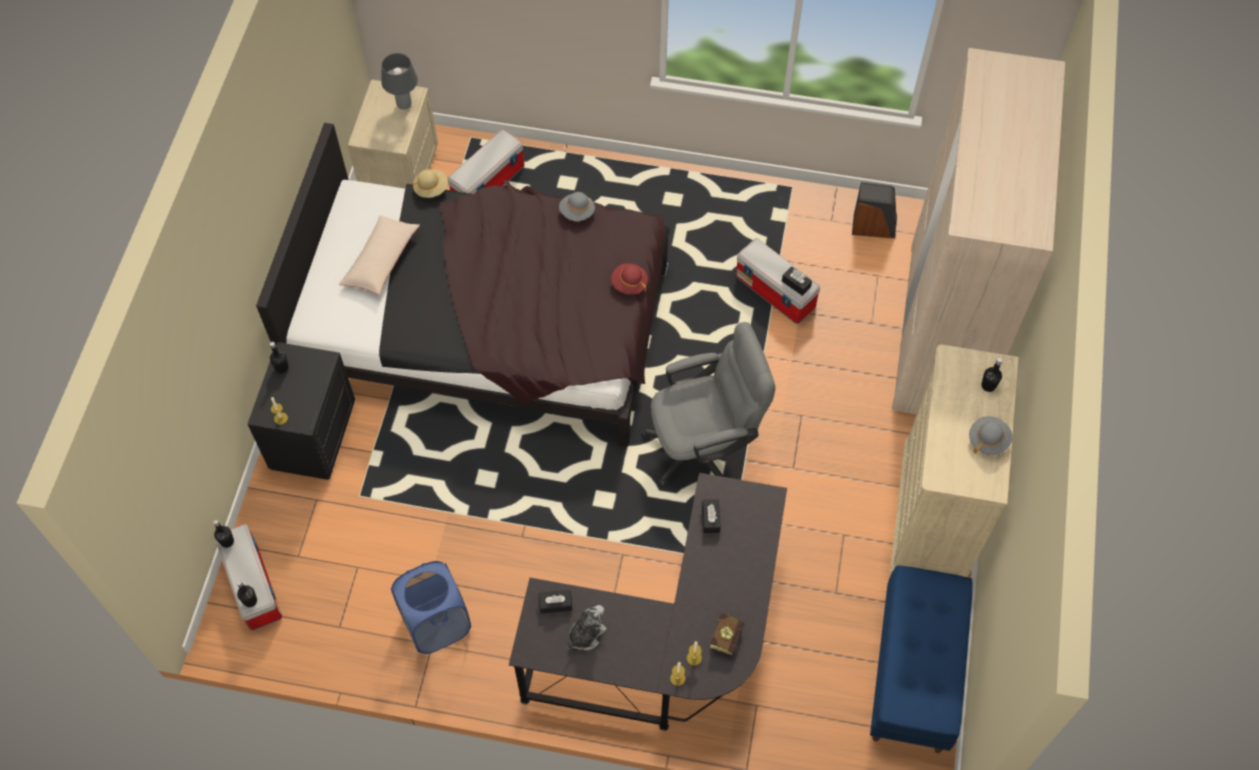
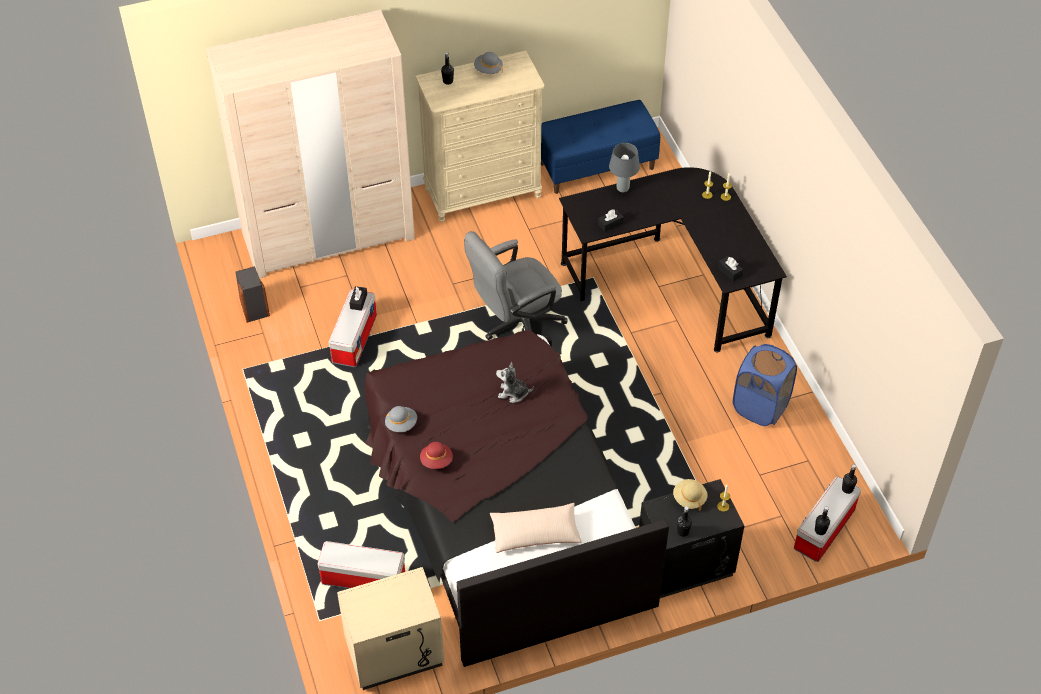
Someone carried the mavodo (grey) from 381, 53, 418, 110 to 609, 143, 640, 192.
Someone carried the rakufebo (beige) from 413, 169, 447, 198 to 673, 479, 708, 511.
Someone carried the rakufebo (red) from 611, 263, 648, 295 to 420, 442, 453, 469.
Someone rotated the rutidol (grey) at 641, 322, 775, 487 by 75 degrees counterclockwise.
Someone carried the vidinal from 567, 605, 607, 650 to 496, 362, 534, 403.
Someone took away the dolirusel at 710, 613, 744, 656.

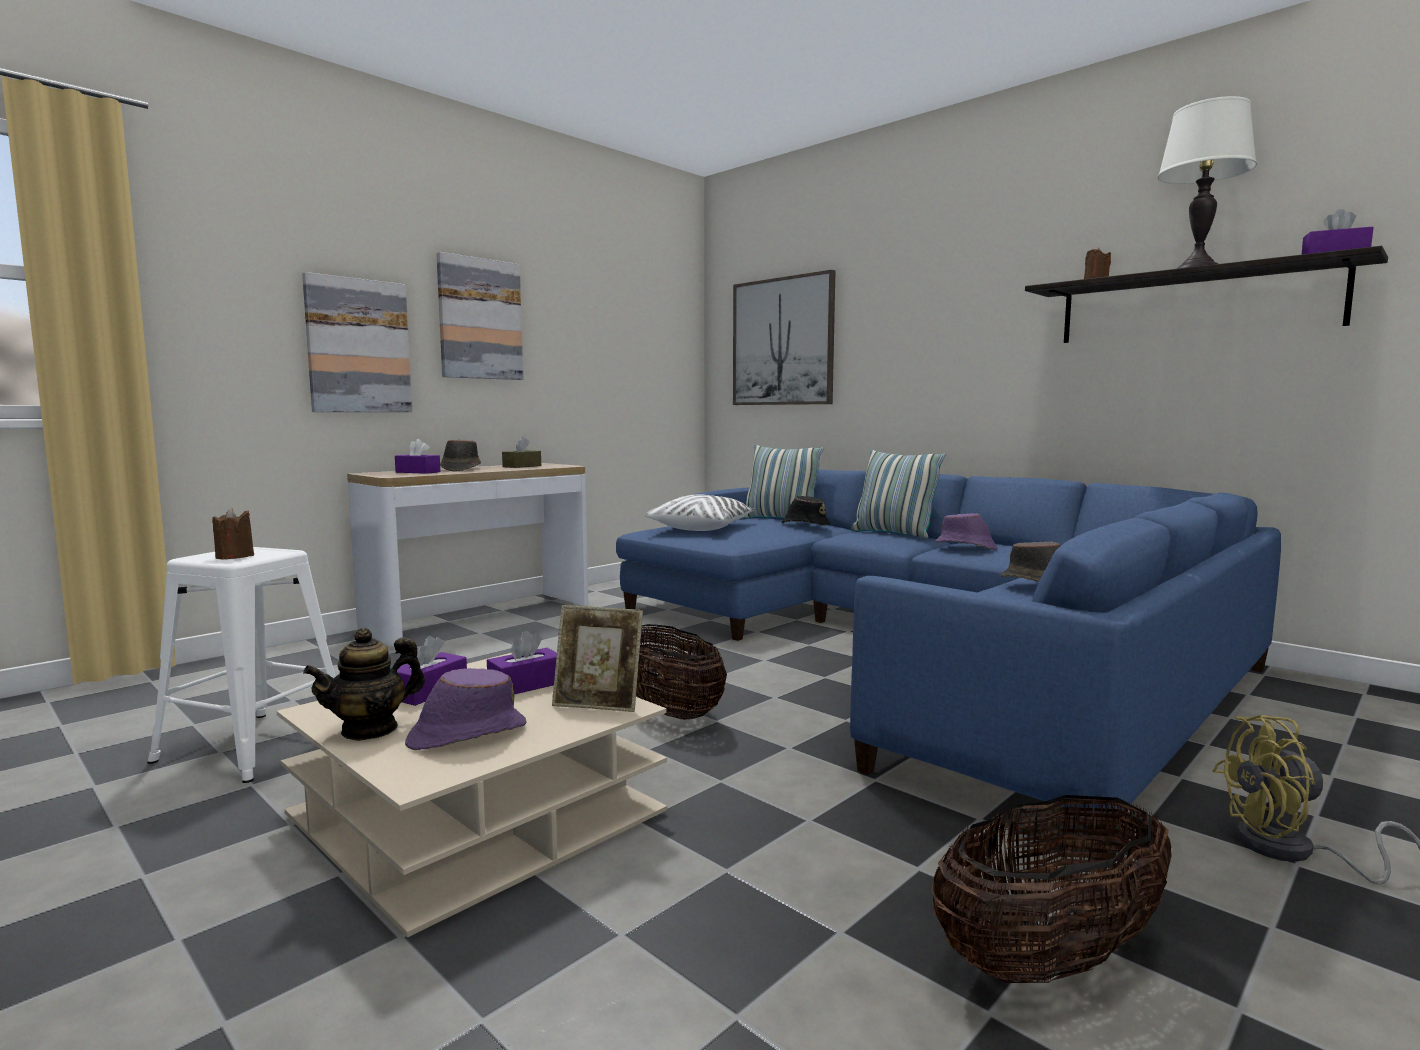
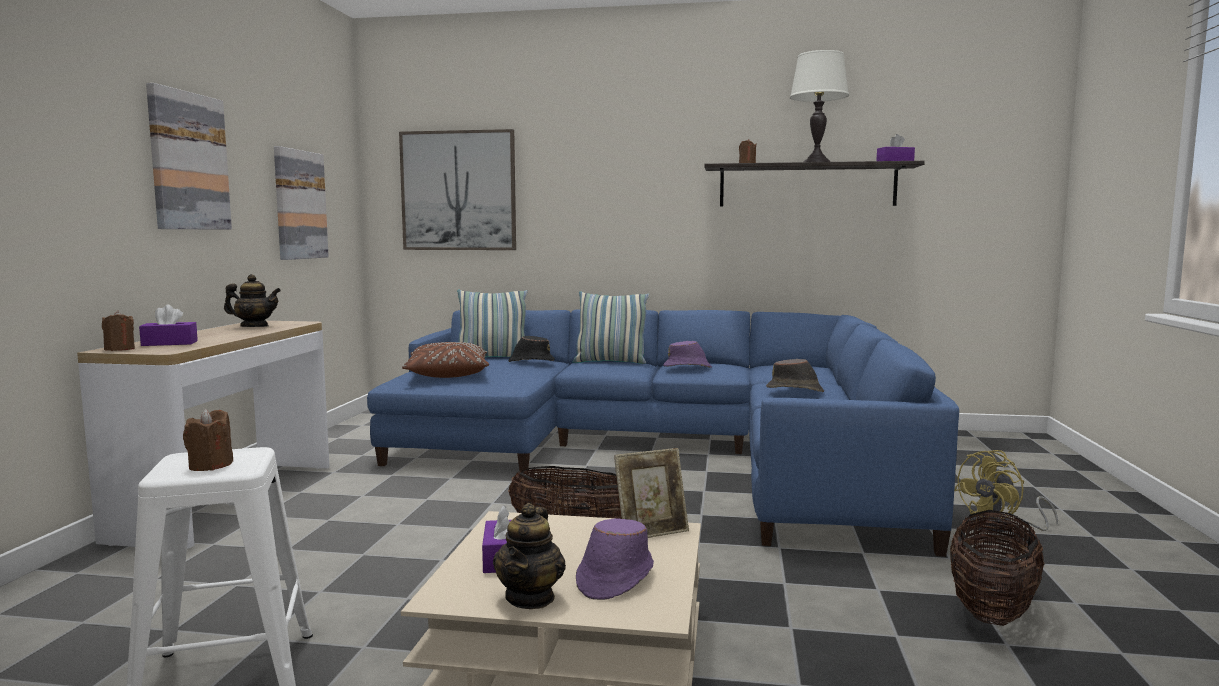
Someone carried the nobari from 302, 272, 412, 412 to 274, 146, 329, 260.
Someone swapped the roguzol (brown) at 502, 436, 541, 468 for the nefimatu at 224, 274, 281, 327.
Someone took away the rakufebo (brown) at 440, 440, 481, 471.
Someone repainted the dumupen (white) at 644, 494, 755, 531, which became the dumupen (brown) at 402, 342, 489, 378.
Someone took away the roguzol (purple) at 487, 631, 557, 694.
Someone put down the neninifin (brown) at 102, 310, 135, 351.

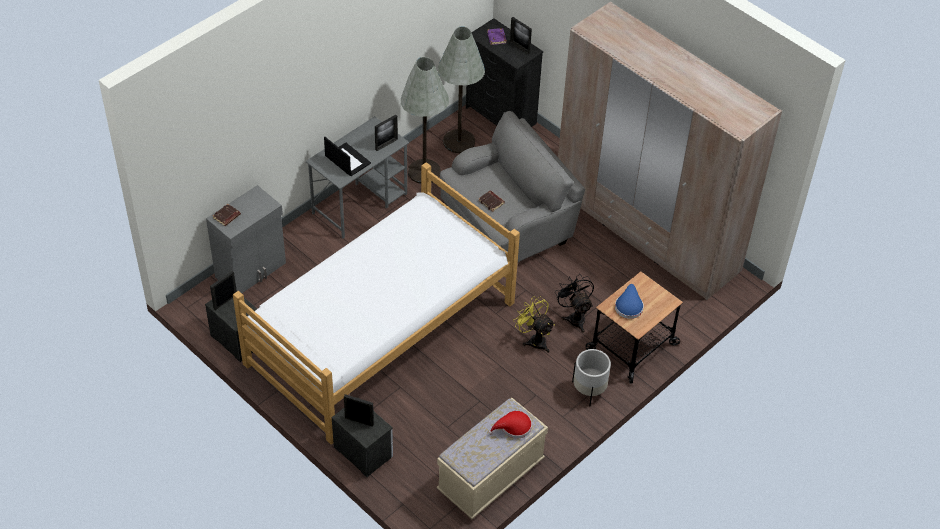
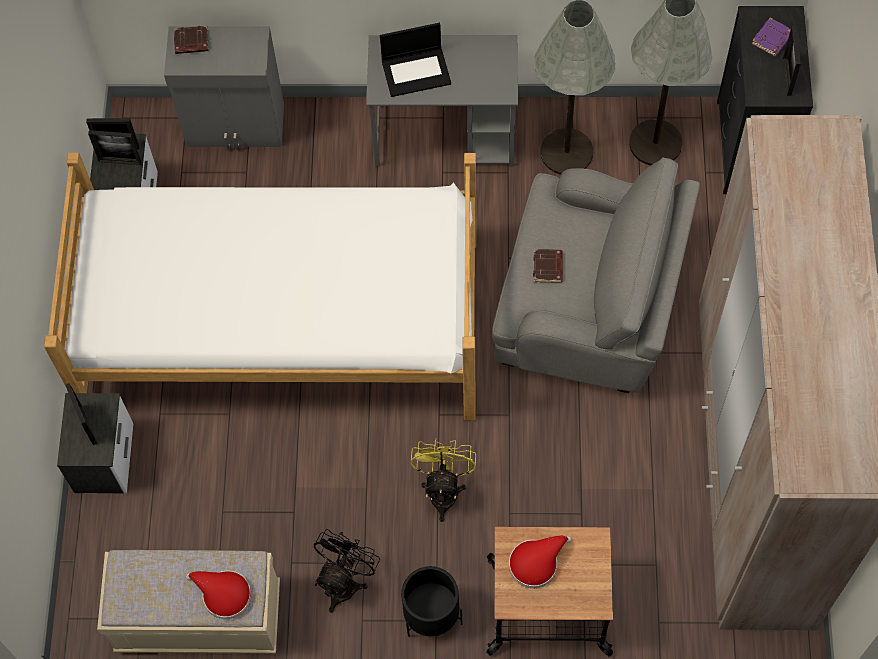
Someone carried the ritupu from 375, 115, 398, 151 to 88, 130, 141, 165.
Someone rotated the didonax at 324, 137, 371, 176 by 75 degrees clockwise.
Someone carried the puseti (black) from 555, 274, 594, 333 to 314, 529, 380, 613.
Someone repainted the rakufebo (blue) at 615, 284, 644, 319, which became the rakufebo (red) at 509, 536, 571, 588.
Someone repainted the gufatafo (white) at 572, 349, 611, 406, which became the gufatafo (black) at 401, 566, 462, 637.

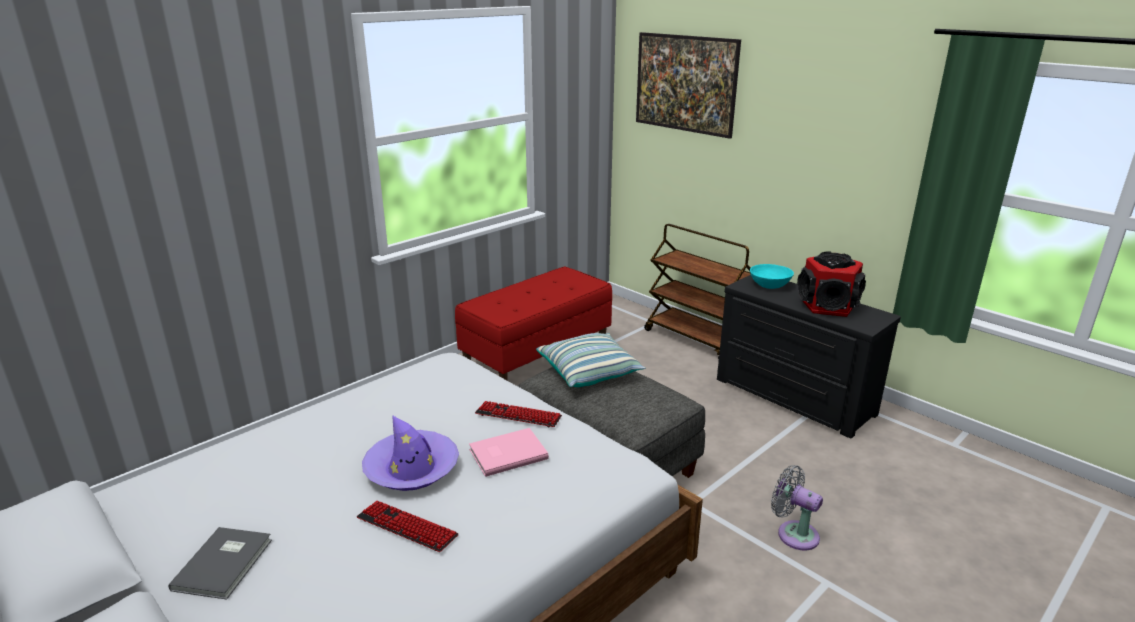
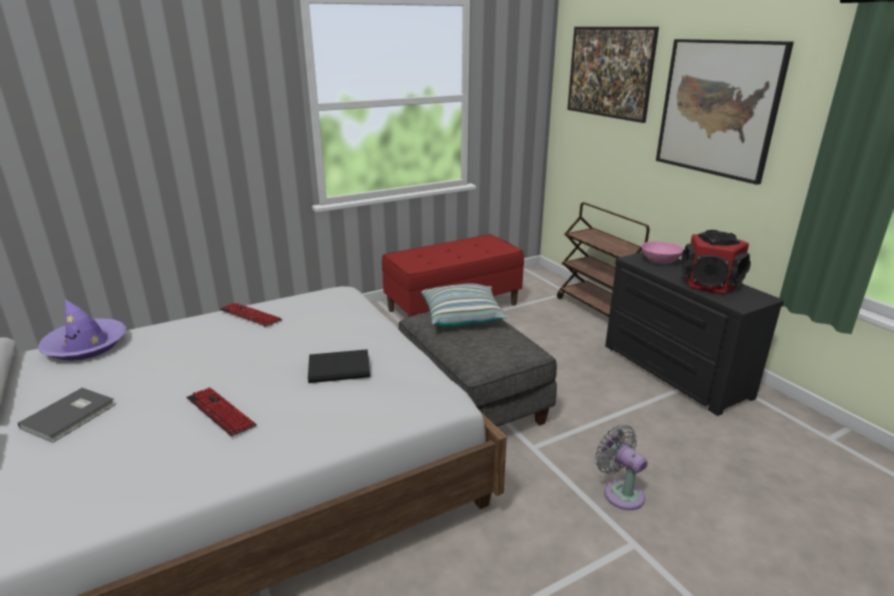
Someone repainted the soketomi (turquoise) at 750, 264, 794, 289, which became the soketomi (pink) at 641, 241, 684, 264.
Someone carried the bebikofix from 475, 401, 562, 428 to 219, 303, 282, 327.
Someone carried the rakufebo (purple) from 362, 415, 459, 491 to 38, 299, 126, 361.
Someone repainted the dolirusel (pink) at 469, 428, 549, 477, which became the dolirusel (black) at 308, 349, 370, 383.
Someone put up the nobari at 656, 39, 794, 185.

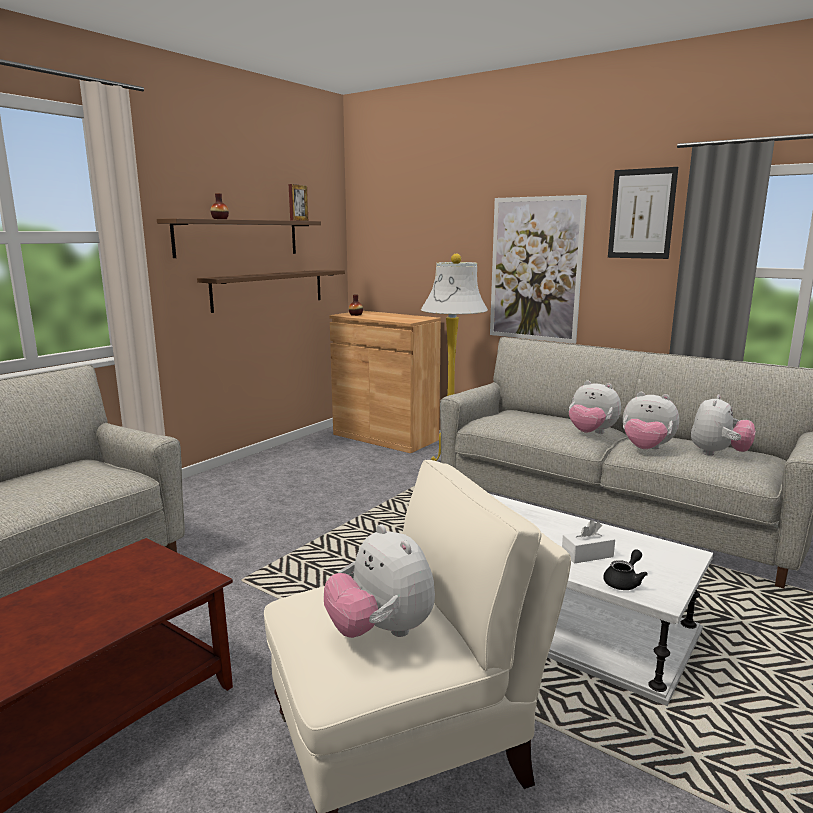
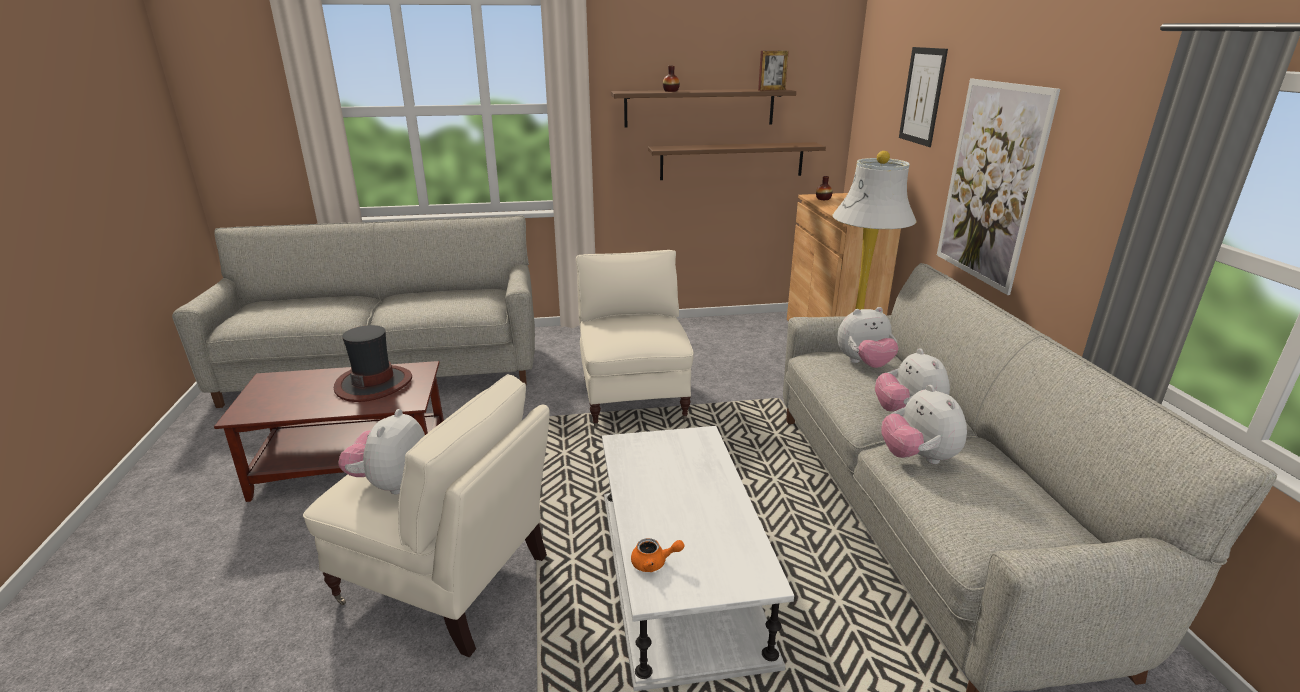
Someone carried the nobari from 608, 167, 678, 259 to 899, 47, 948, 147.
Someone carried the vidinal from 691, 395, 756, 456 to 837, 307, 898, 368.
Someone took away the roguzol (white) at 562, 520, 615, 564.
Someone repainted the nefimatu (black) at 603, 549, 648, 590, which became the nefimatu (orange) at 631, 538, 685, 572.
Someone put down the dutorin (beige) at 576, 250, 694, 428.
Someone put down the rakufebo at 334, 325, 412, 402.

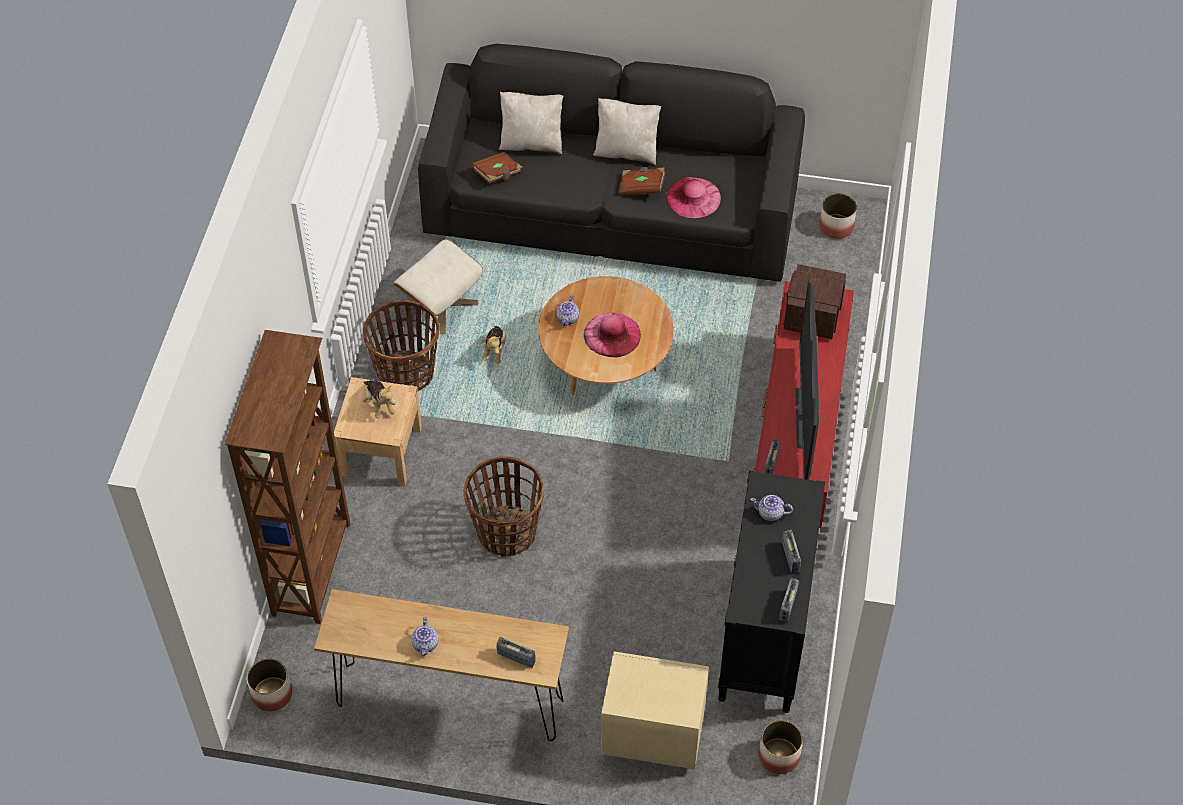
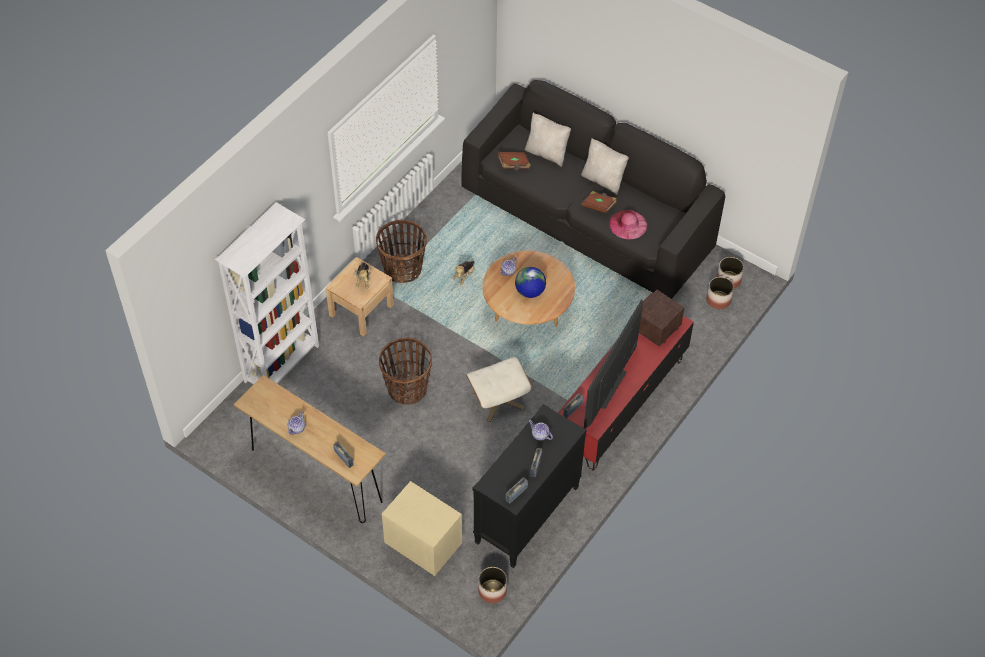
Someone carried the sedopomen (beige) from 394, 239, 483, 334 to 466, 357, 532, 422.
Someone swapped the rakufebo (pink) at 584, 313, 641, 357 for the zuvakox at 515, 267, 546, 298.
Someone repainted the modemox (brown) at 225, 330, 350, 624, which became the modemox (white) at 215, 202, 319, 384.
Someone carried the gufatafo from 247, 658, 292, 711 to 706, 277, 734, 309.

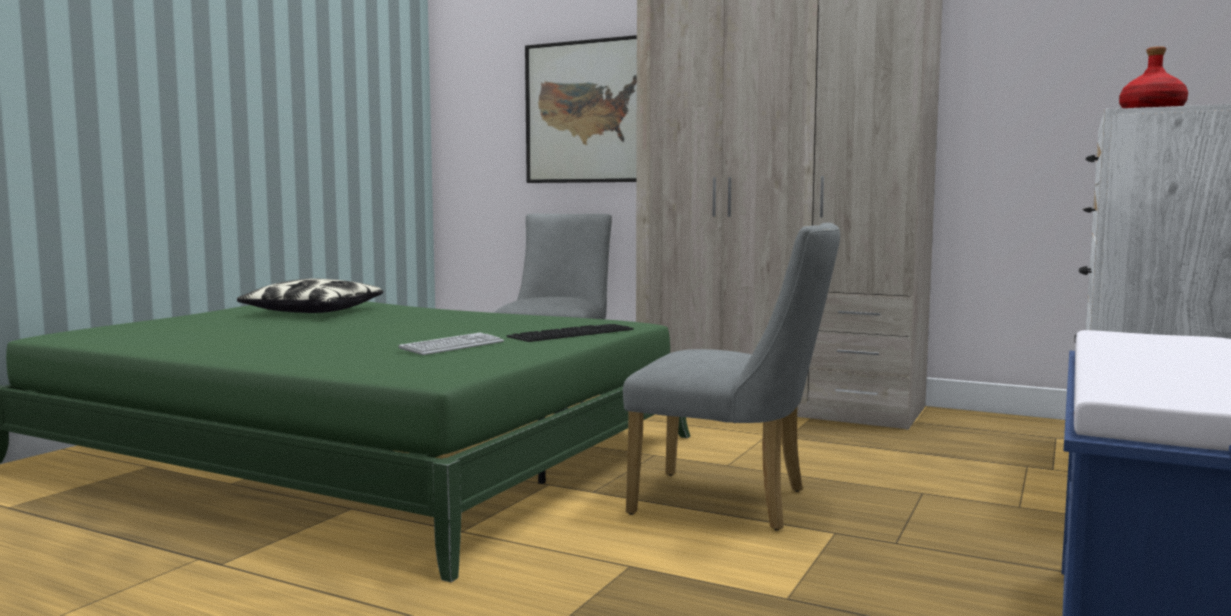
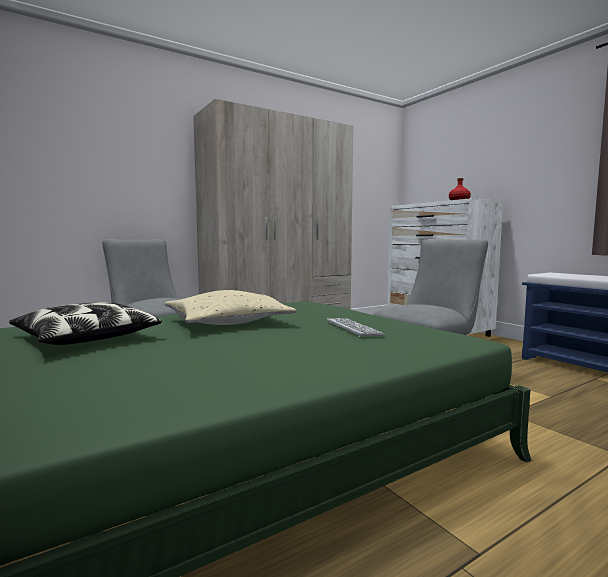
Someone took away the nobari at 525, 35, 637, 183.
Someone took away the bebikofix at 507, 324, 633, 342.
Someone put down the dumupen (beige) at 165, 290, 296, 325.

